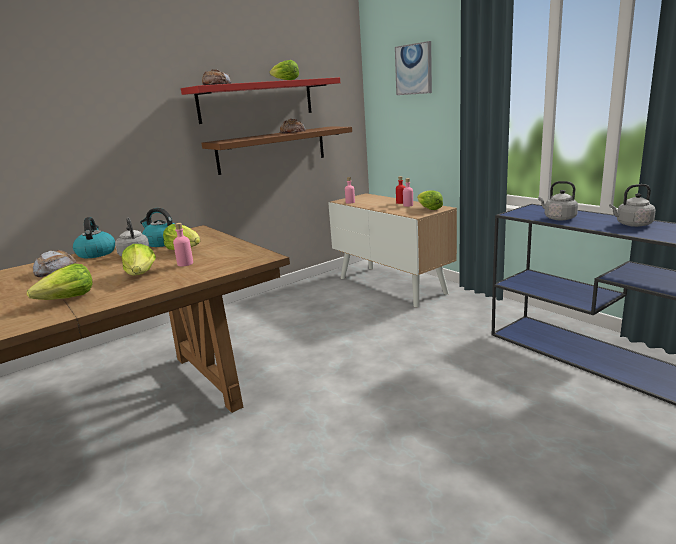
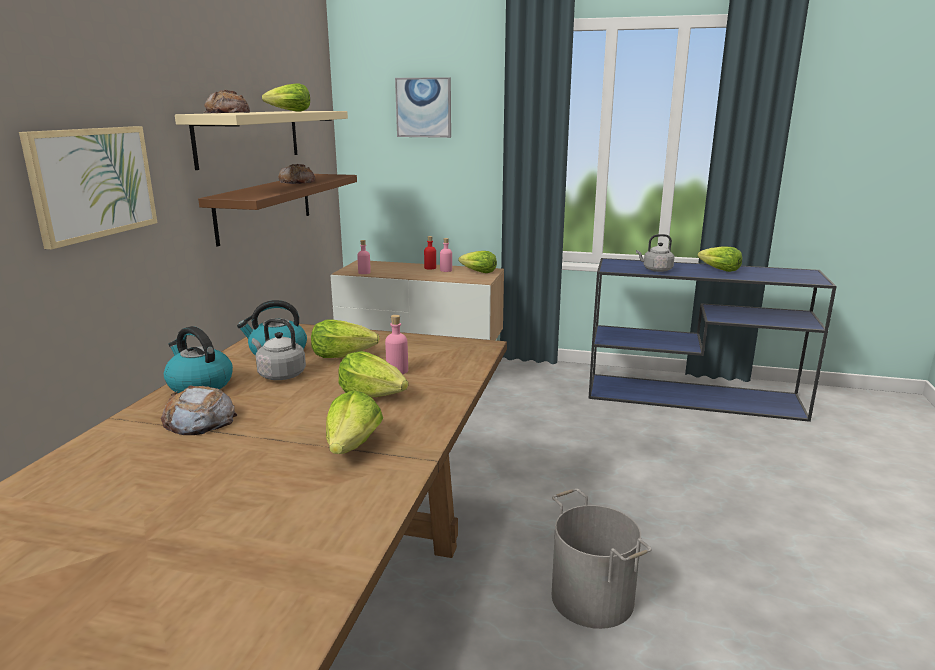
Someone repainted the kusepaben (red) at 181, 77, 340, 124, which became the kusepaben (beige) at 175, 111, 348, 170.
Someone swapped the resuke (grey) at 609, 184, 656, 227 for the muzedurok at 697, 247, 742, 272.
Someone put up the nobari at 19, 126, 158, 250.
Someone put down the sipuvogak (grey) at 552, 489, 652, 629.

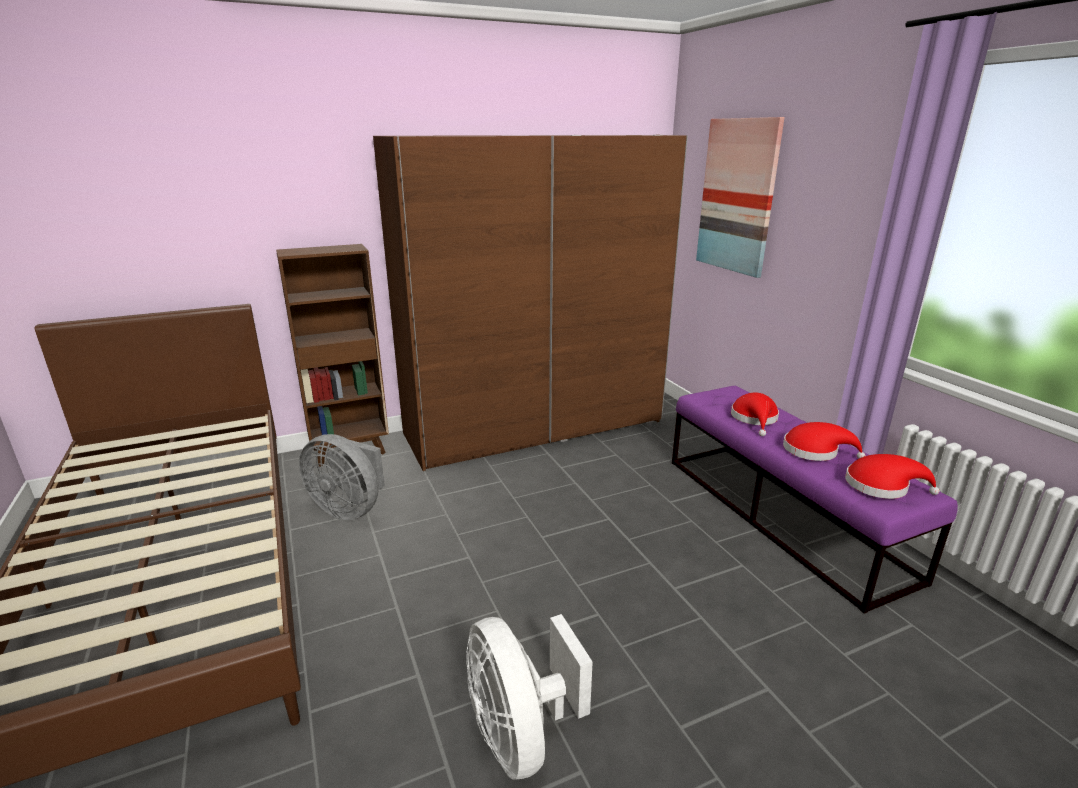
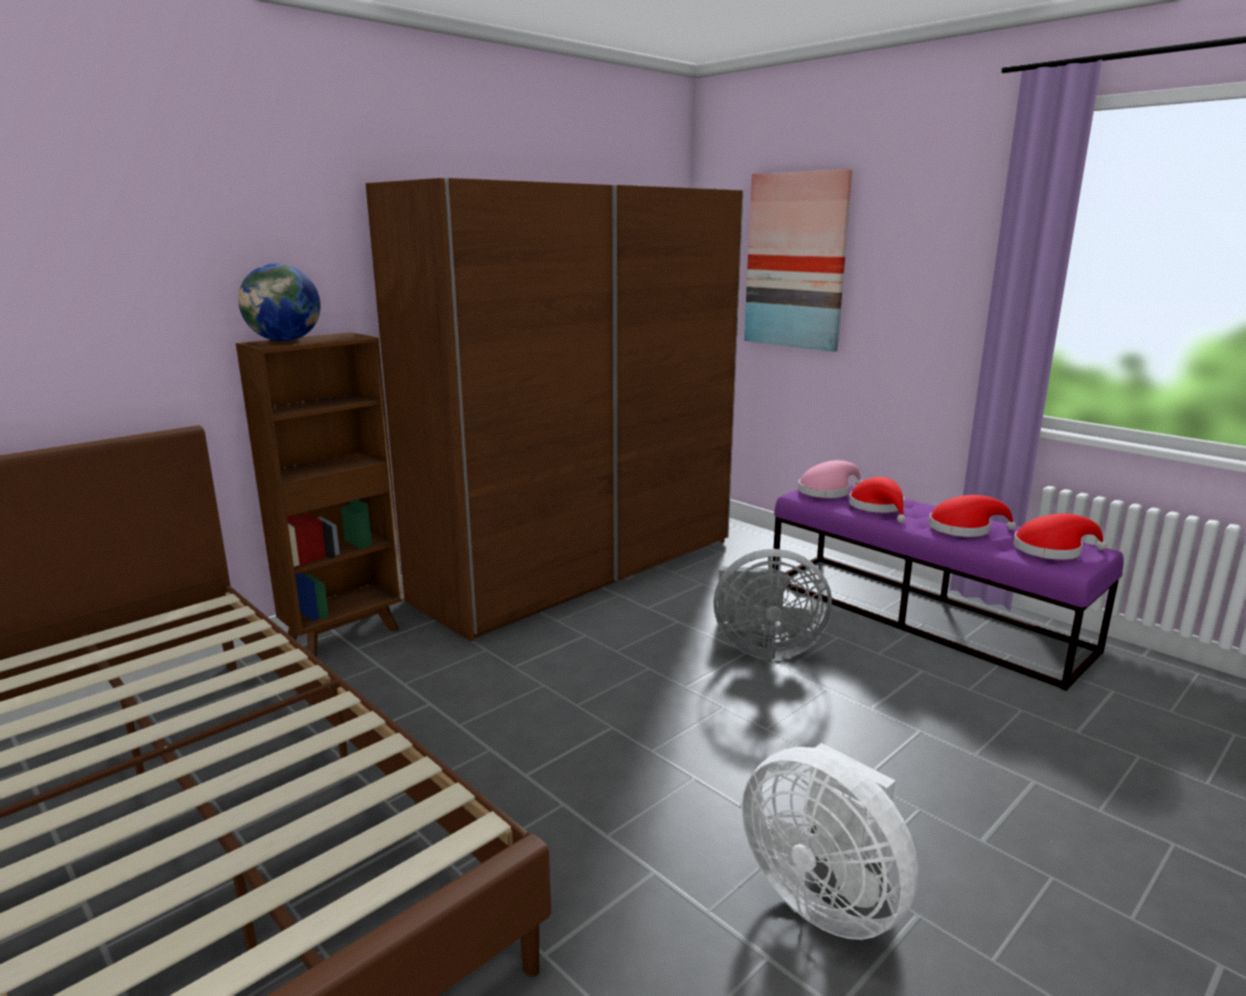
Someone carried the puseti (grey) from 299, 434, 385, 520 to 714, 549, 832, 660.
Someone put down the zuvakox at 238, 264, 321, 342.
Someone put down the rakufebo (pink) at 798, 460, 863, 498.

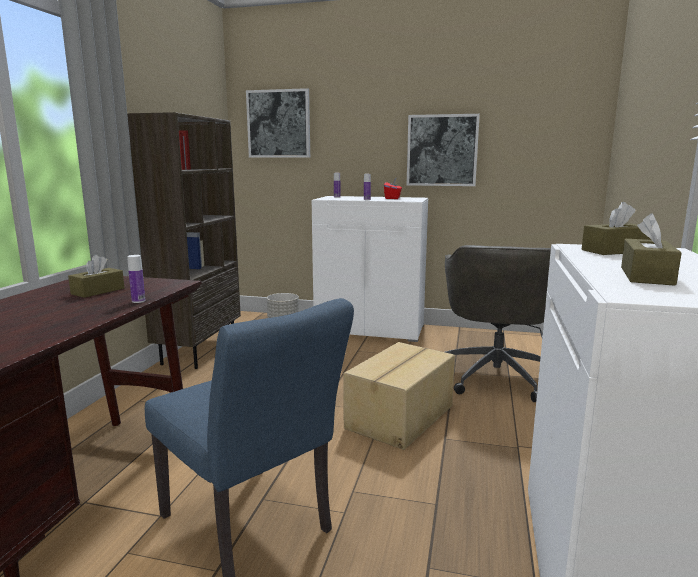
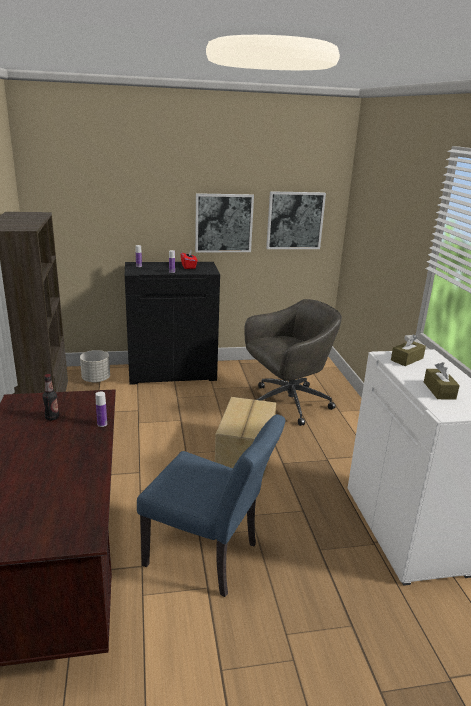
Someone carried the nobari from 246, 88, 310, 157 to 266, 191, 326, 249.
Someone repainted the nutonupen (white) at 312, 196, 428, 342, which became the nutonupen (black) at 125, 262, 220, 385.
Someone rotated the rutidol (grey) at 445, 245, 551, 402 by 105 degrees counterclockwise.
Someone swapped the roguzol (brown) at 68, 255, 125, 298 for the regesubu at 42, 374, 59, 420.

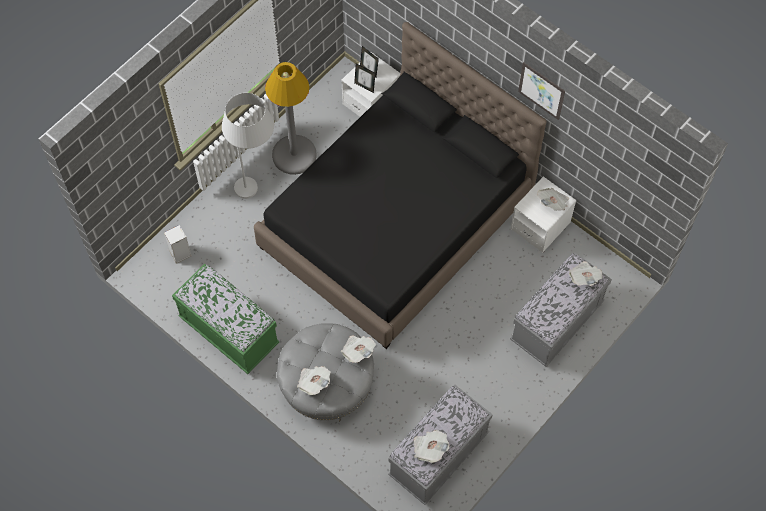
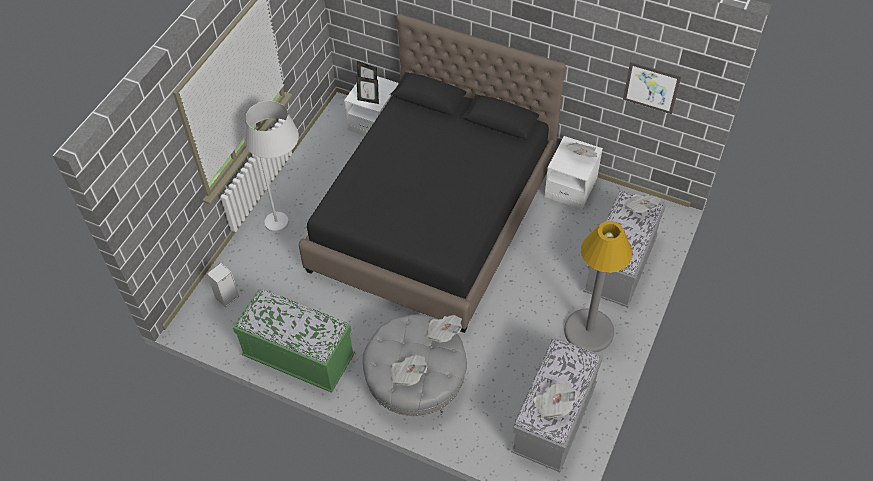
Someone carried the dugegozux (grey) from 265, 62, 317, 175 to 564, 221, 632, 353.
Someone carried the nobari from 518, 62, 565, 120 to 623, 62, 681, 114.

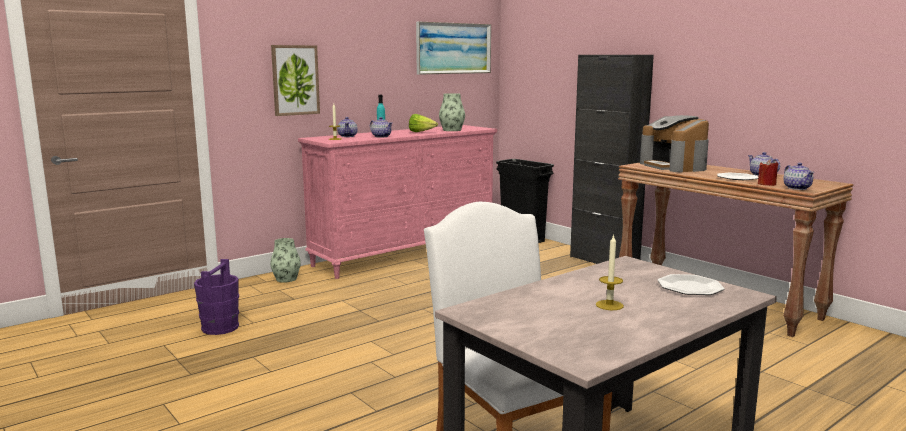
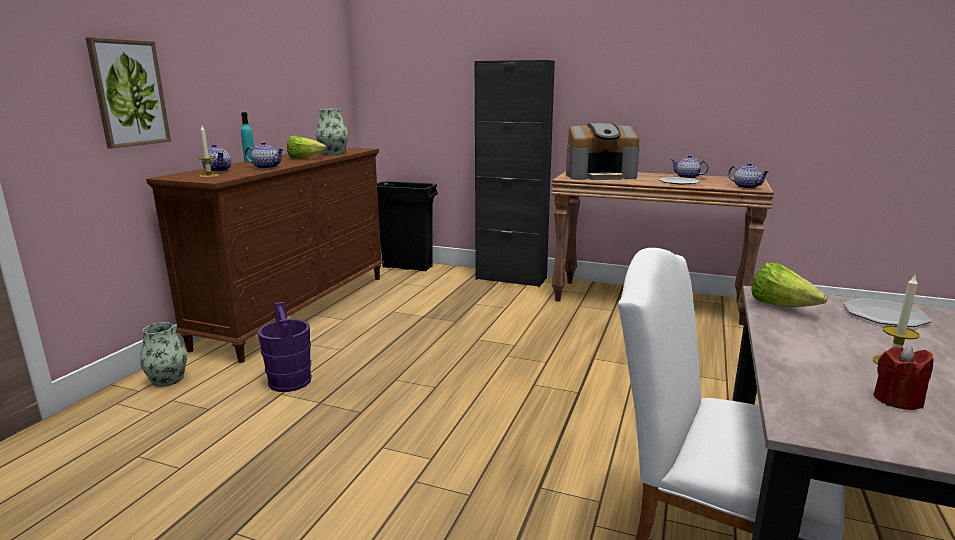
Someone took away the nobari at 416, 22, 491, 75.
Someone rotated the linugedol at 640, 115, 709, 172 by 45 degrees counterclockwise.
Someone repainted the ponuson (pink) at 298, 125, 497, 279, which became the ponuson (brown) at 146, 147, 384, 363.
Someone carried the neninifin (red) from 758, 160, 779, 186 to 874, 345, 934, 410.
Someone carried the sipuvogak (purple) from 194, 259, 239, 335 to 258, 302, 311, 392.
Someone put down the muzedurok at 751, 263, 828, 307.

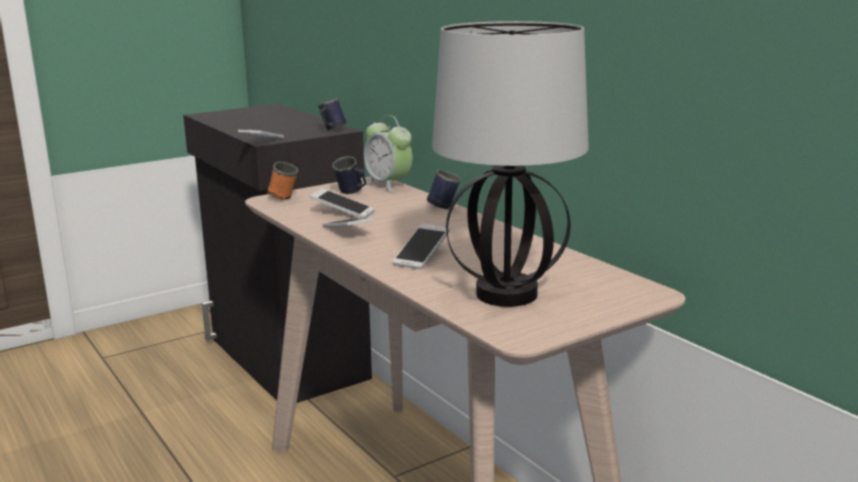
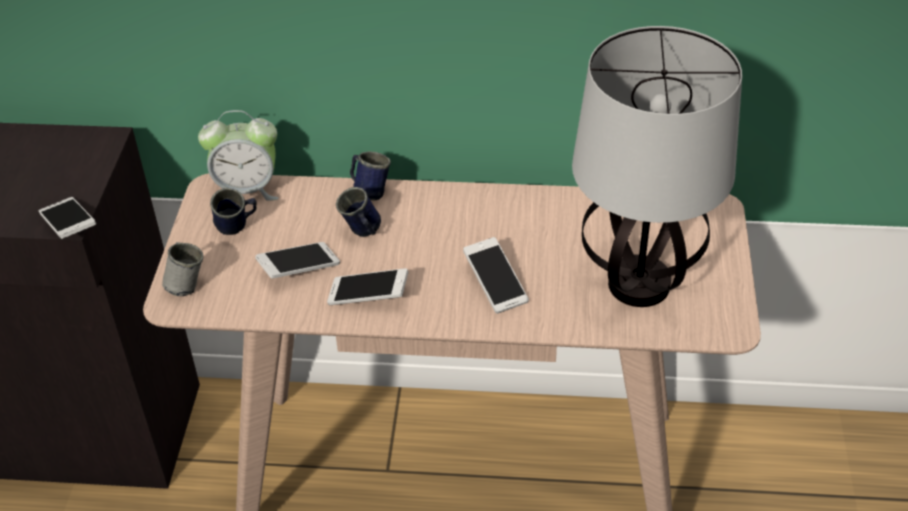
Someone carried the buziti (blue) from 317, 98, 347, 130 to 336, 187, 381, 237.
Someone repainted the buziti (orange) at 268, 162, 298, 200, which became the buziti (grey) at 162, 242, 203, 296.

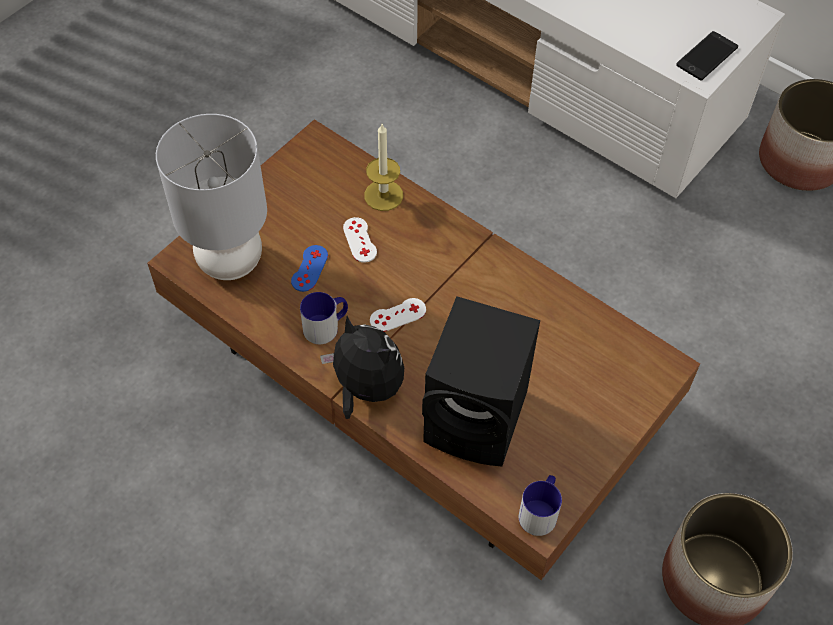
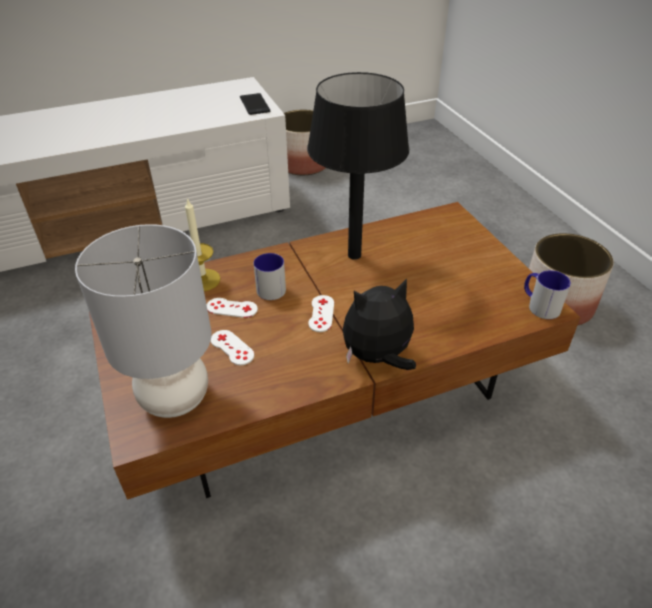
Someone repainted the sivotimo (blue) at 291, 245, 328, 292, which became the sivotimo (white) at 211, 330, 254, 365.
Someone carried the buziti from 300, 292, 348, 344 to 253, 253, 286, 300.
Someone took away the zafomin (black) at 422, 296, 540, 466.
Someone put down the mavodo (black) at 307, 72, 409, 260.

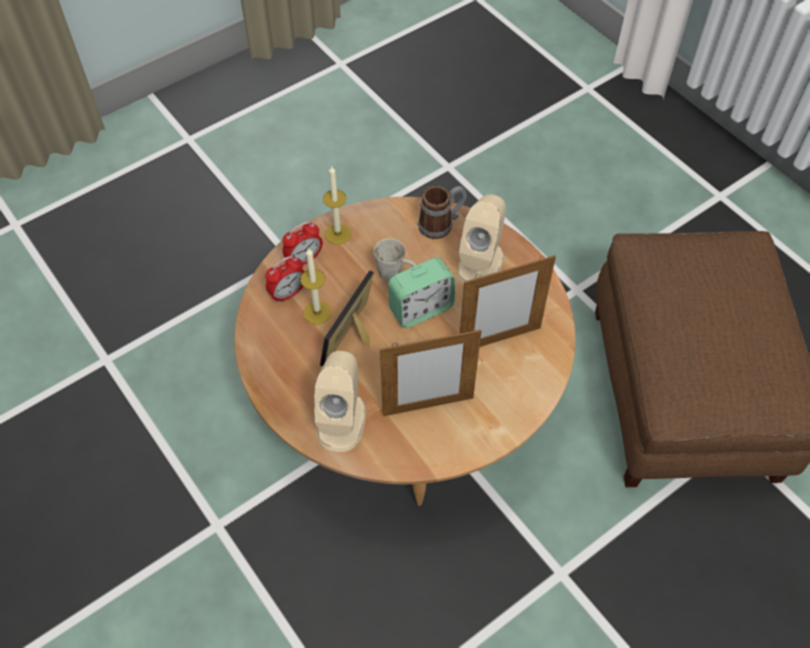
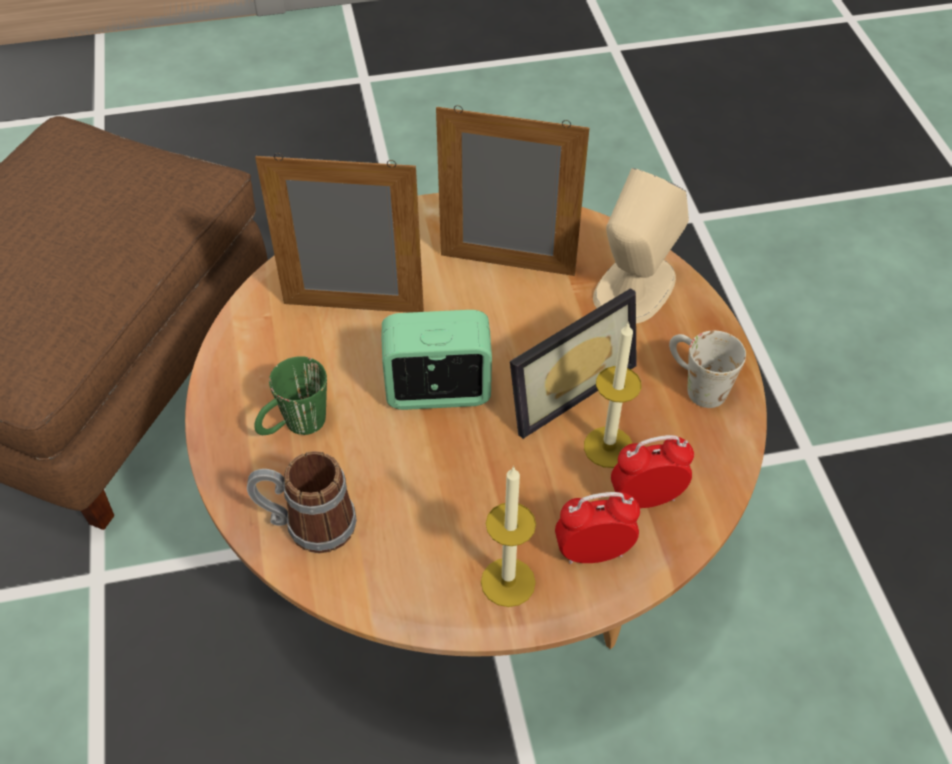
Someone swapped the zafomin (beige) at 457, 194, 506, 284 for the buziti (green) at 254, 356, 327, 435.
Someone carried the buziti (white) from 374, 238, 416, 281 to 669, 331, 746, 408.

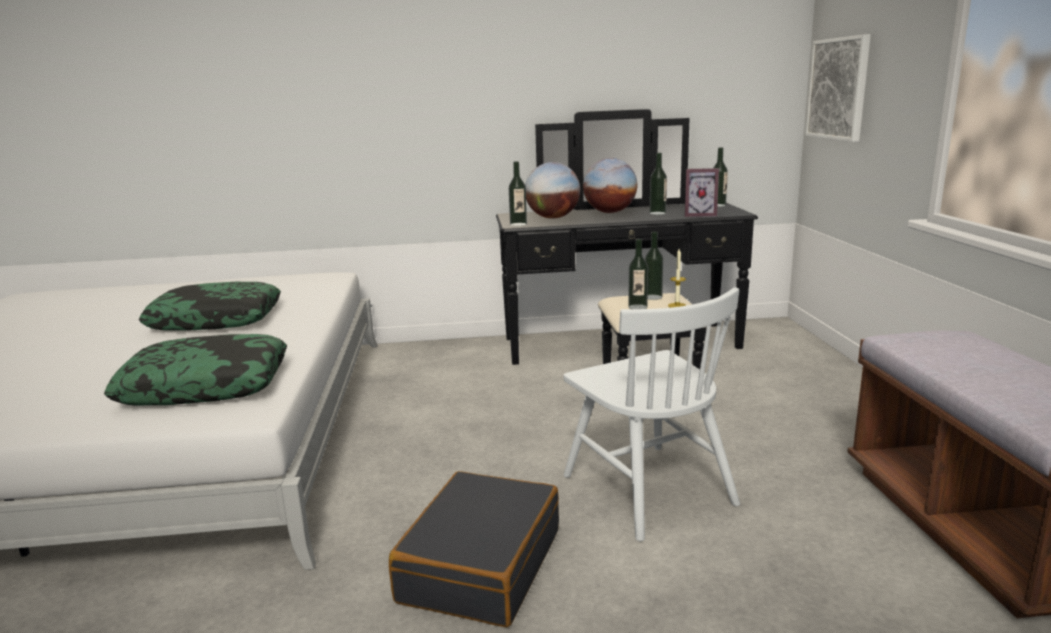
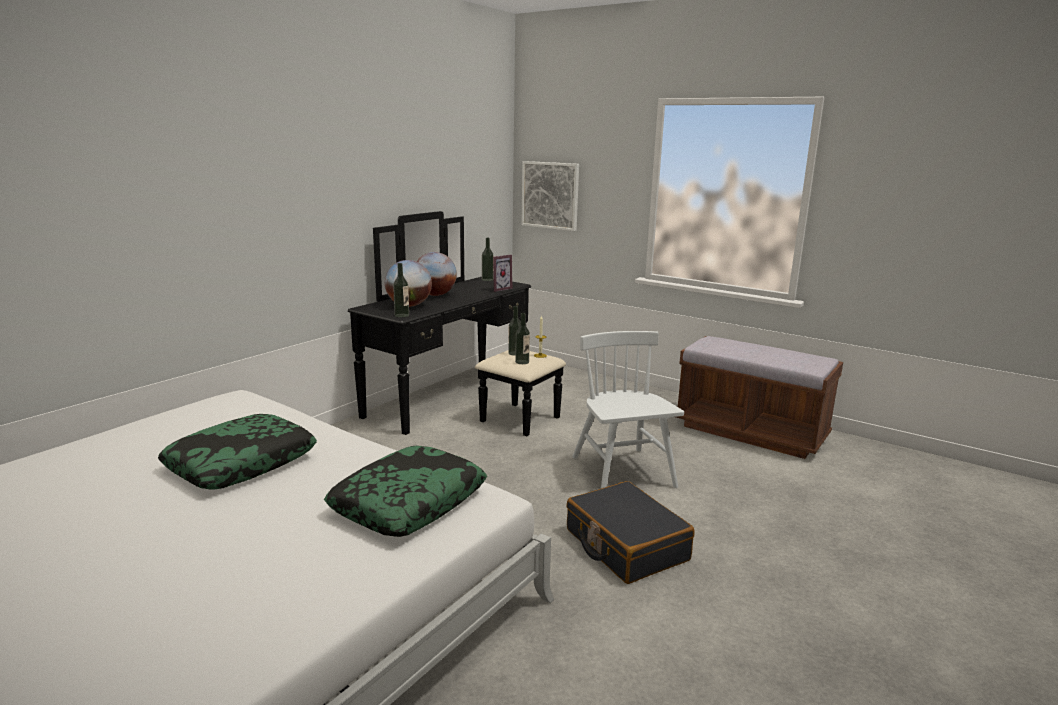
Someone took away the regesubu at 650, 153, 667, 215.
Someone rotated the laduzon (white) at 563, 287, 740, 541 by 120 degrees counterclockwise.

